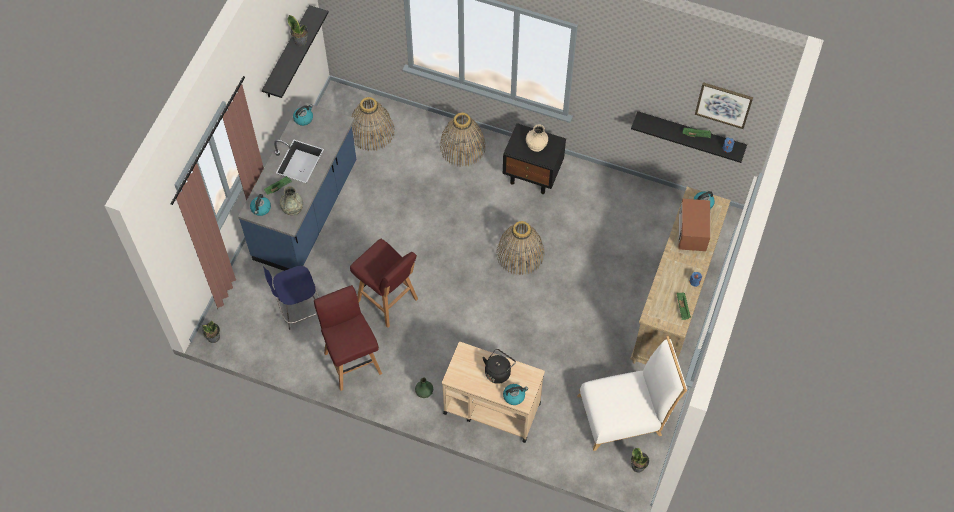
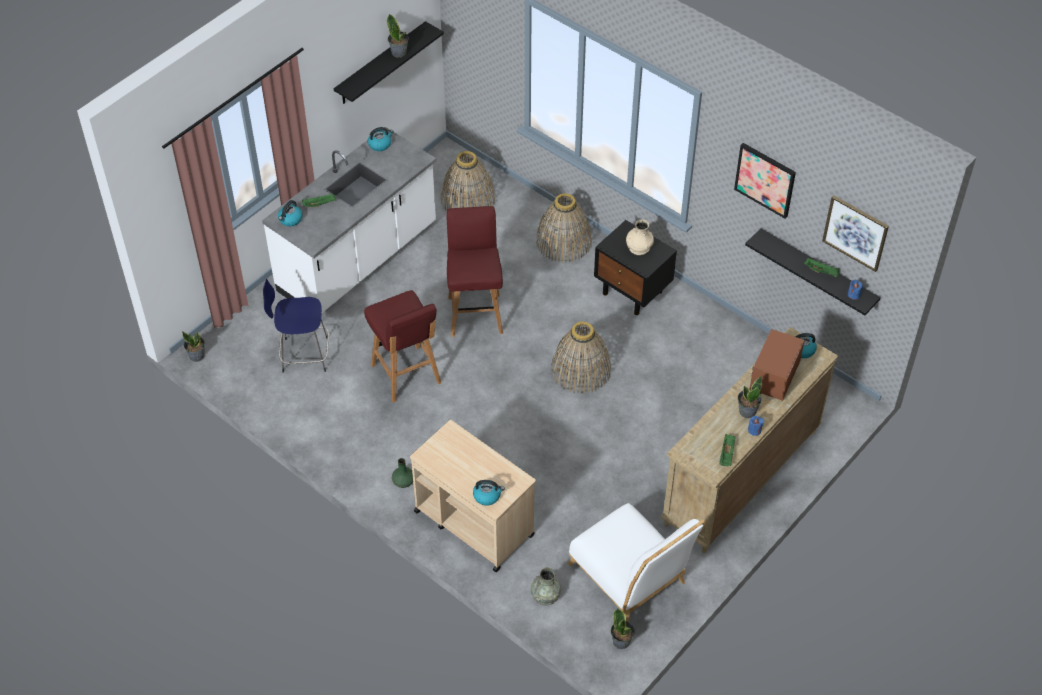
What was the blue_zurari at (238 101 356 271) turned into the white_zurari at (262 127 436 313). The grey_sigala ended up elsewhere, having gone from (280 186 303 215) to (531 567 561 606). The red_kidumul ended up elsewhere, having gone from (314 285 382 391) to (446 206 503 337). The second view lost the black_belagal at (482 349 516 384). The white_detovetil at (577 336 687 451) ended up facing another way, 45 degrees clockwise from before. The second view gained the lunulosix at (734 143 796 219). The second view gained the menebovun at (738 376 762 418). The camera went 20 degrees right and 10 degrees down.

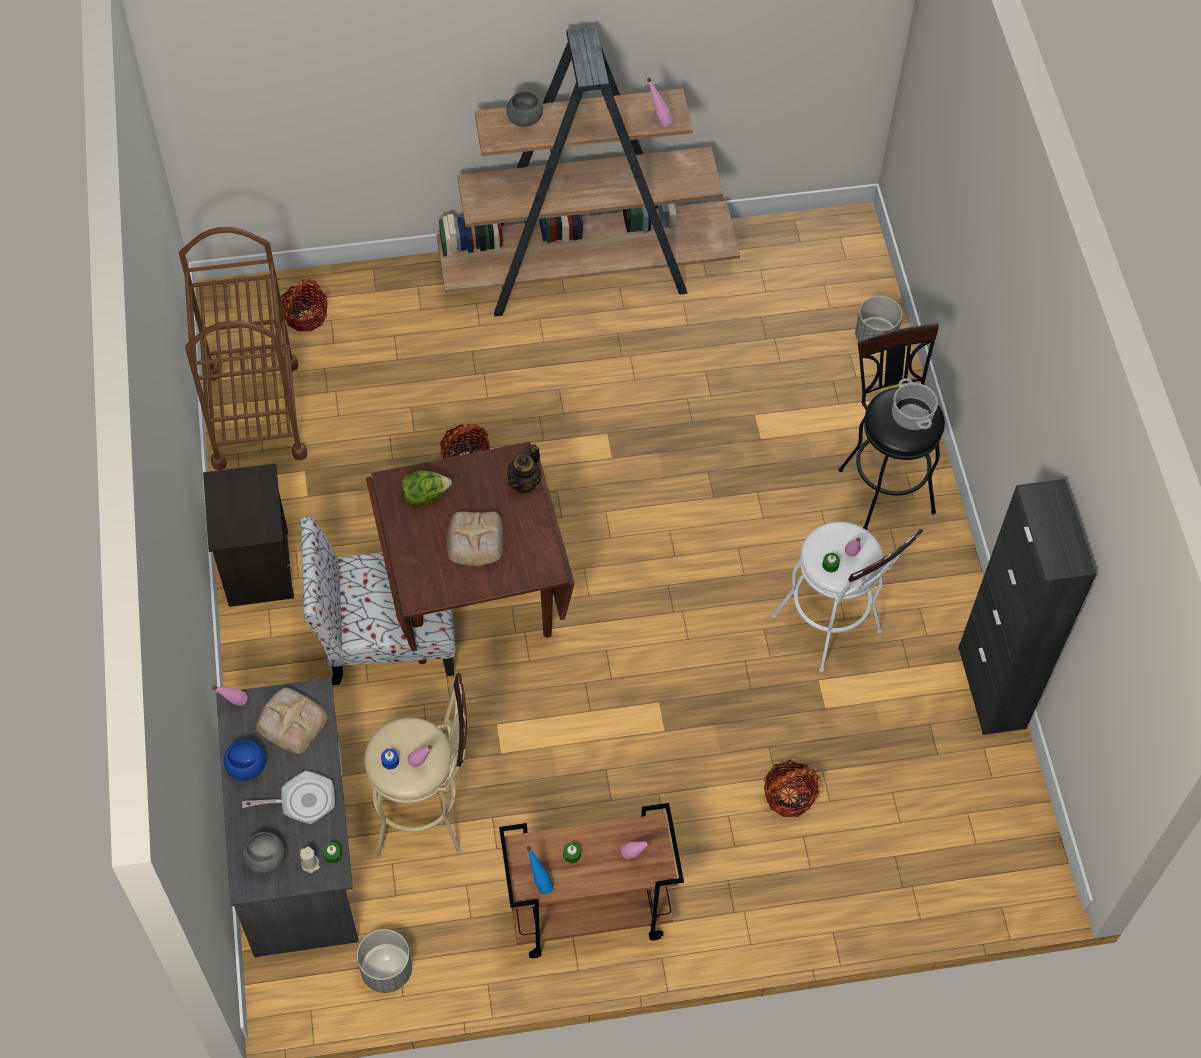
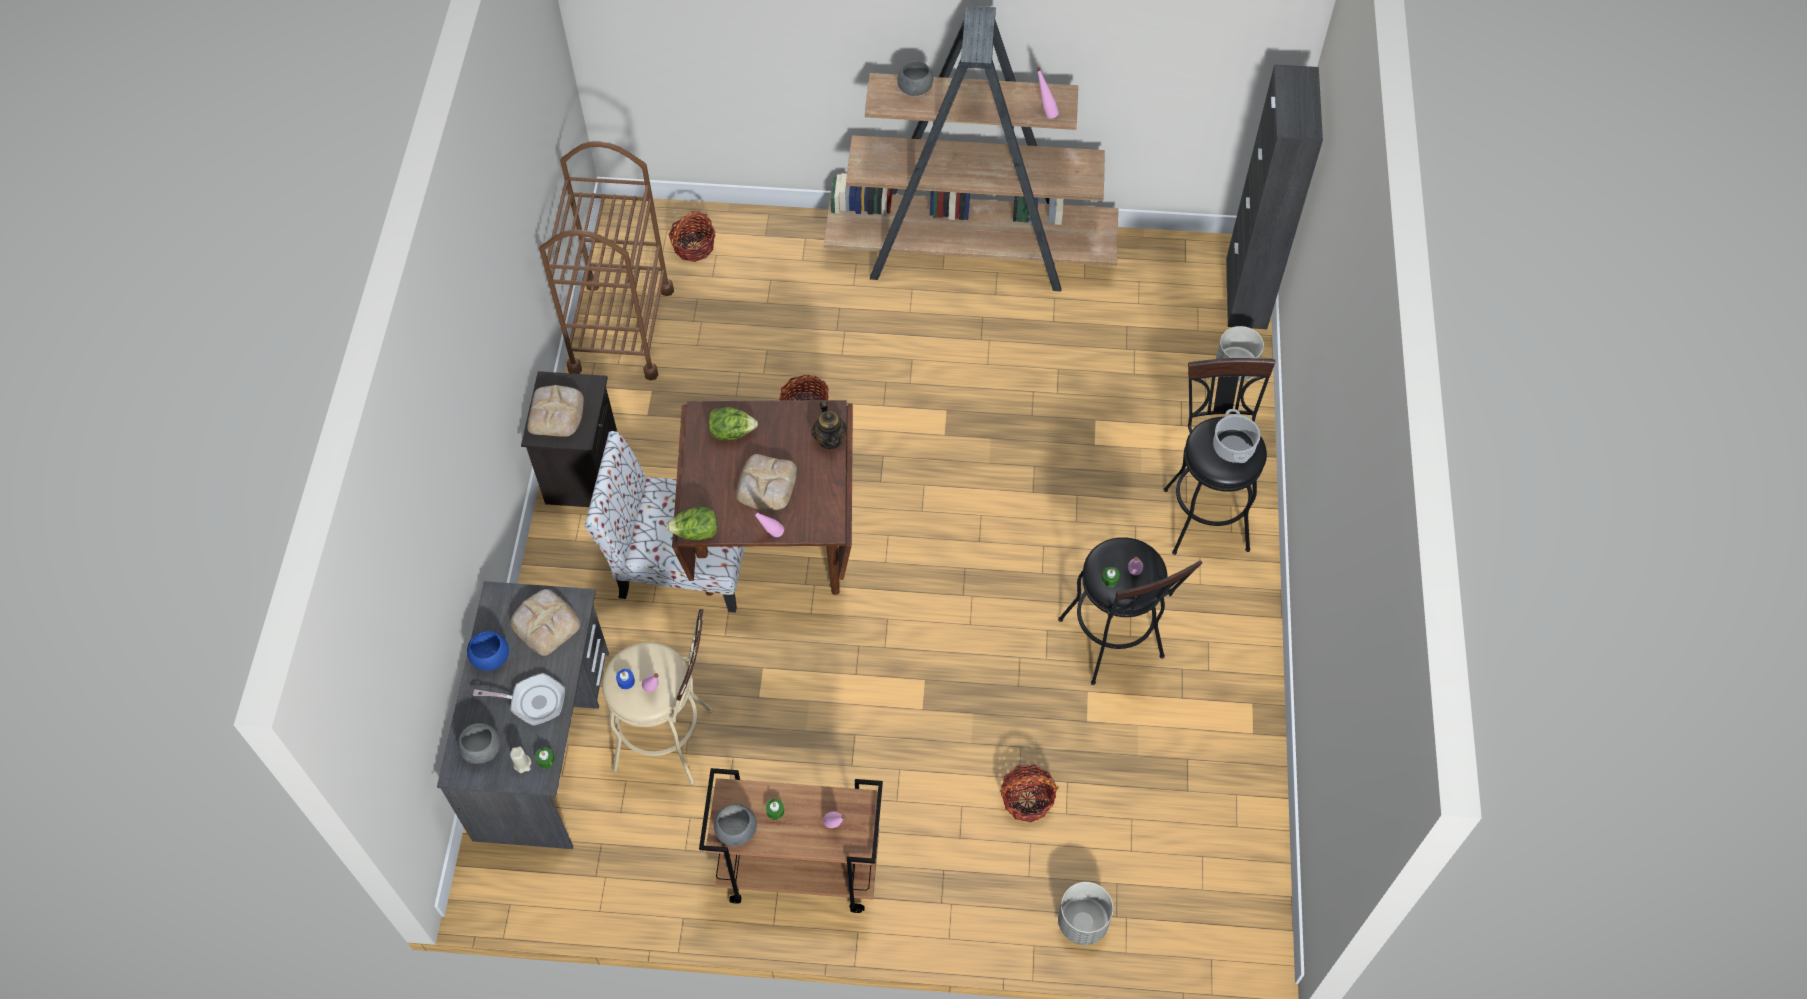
The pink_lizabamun ended up elsewhere, having gone from (212 685 248 706) to (752 510 784 537). The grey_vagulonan ended up elsewhere, having gone from (357 929 412 993) to (1058 882 1113 945). The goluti at (507 446 541 494) ended up facing another way, 60 degrees counterclockwise from before. Where the blue_lizabamun stood at (526 846 554 894), the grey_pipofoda came to stand at (714 804 757 846). What was the white_kidumul at (772 522 923 673) turned into the black_kidumul at (1058 537 1202 685). The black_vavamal ended up elsewhere, having gone from (958 479 1096 735) to (1226 65 1323 329). The second view gained the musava at (527 385 584 437). The second view gained the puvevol at (666 507 718 541). The camera went 15 degrees right and 0 degrees up.

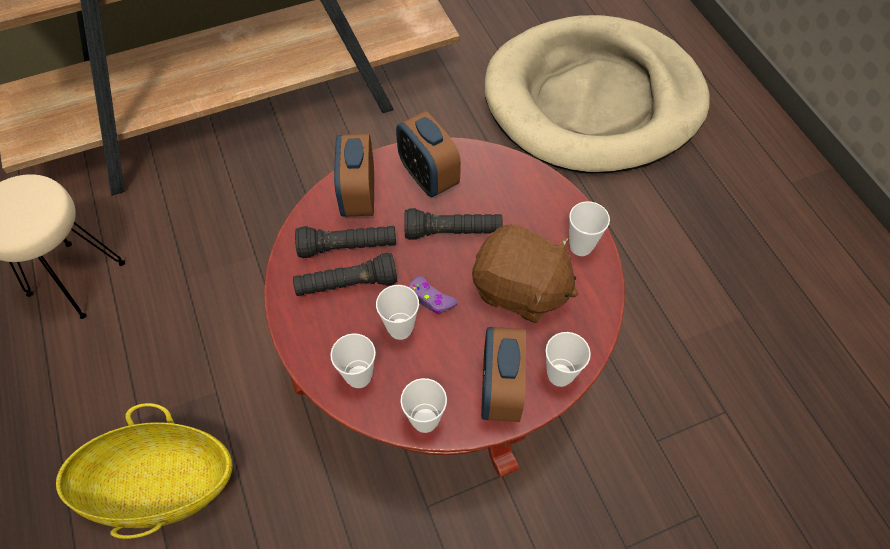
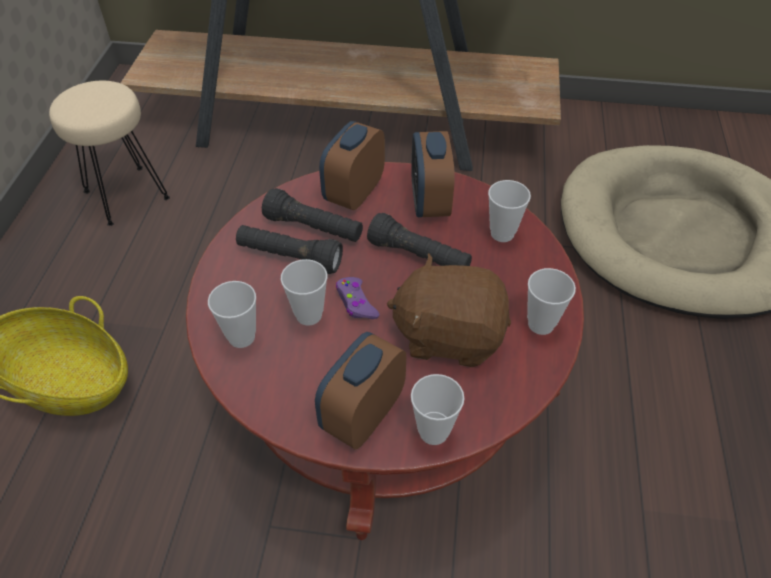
The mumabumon ended up elsewhere, having gone from (400 378 447 433) to (488 180 531 242). The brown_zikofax at (472 224 578 323) ended up facing another way, 135 degrees clockwise from before. The camera went 30 degrees right and 10 degrees down.

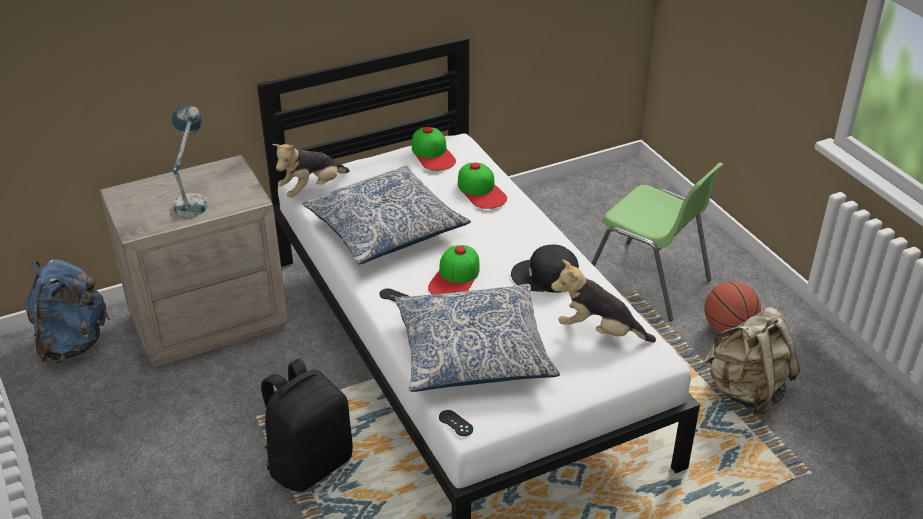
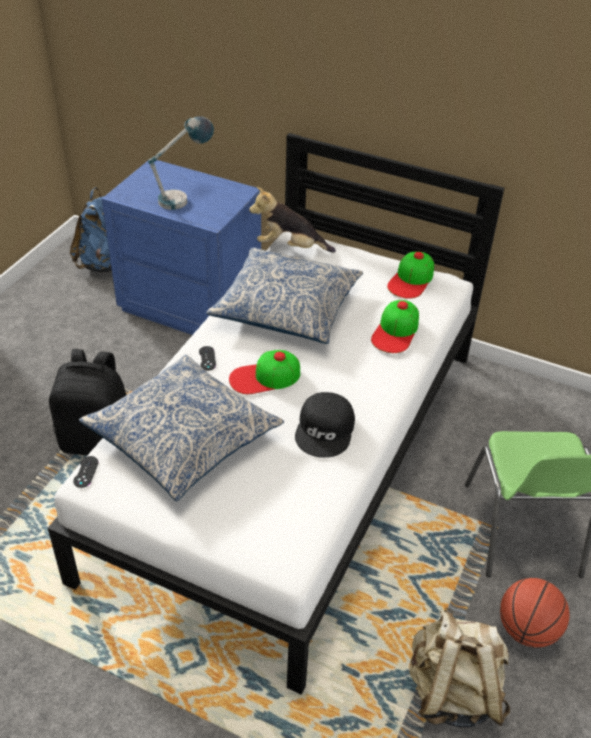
What was the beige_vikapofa at (100 155 288 368) turned into the blue_vikapofa at (102 158 261 335). The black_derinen at (511 245 579 293) ended up facing another way, 135 degrees counterclockwise from before. The second view lost the zikofax at (551 259 656 342). The camera went 50 degrees right and 5 degrees up.

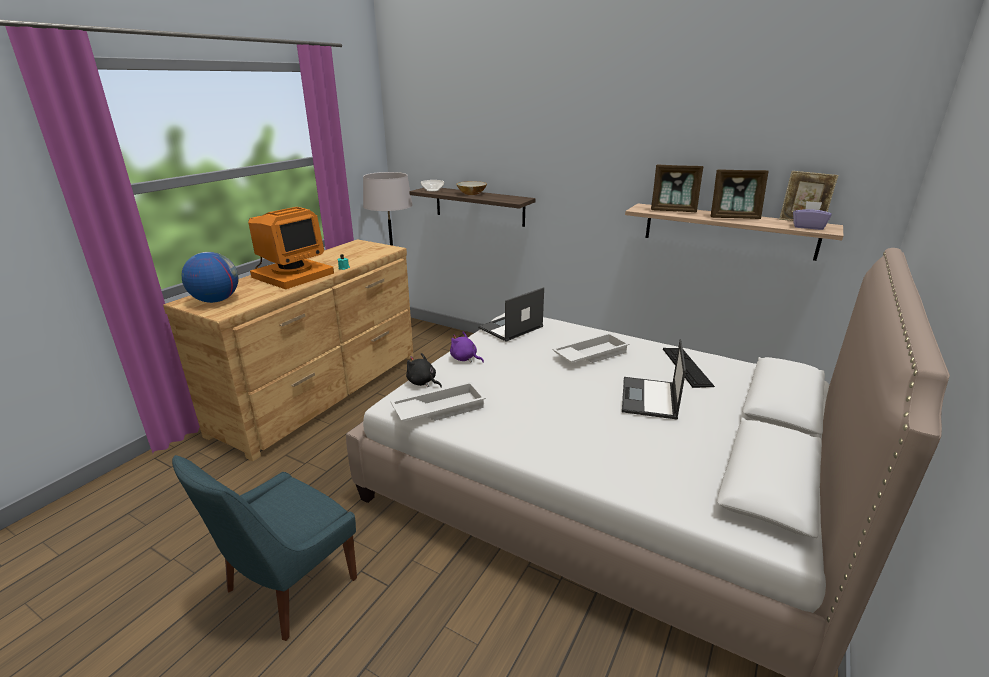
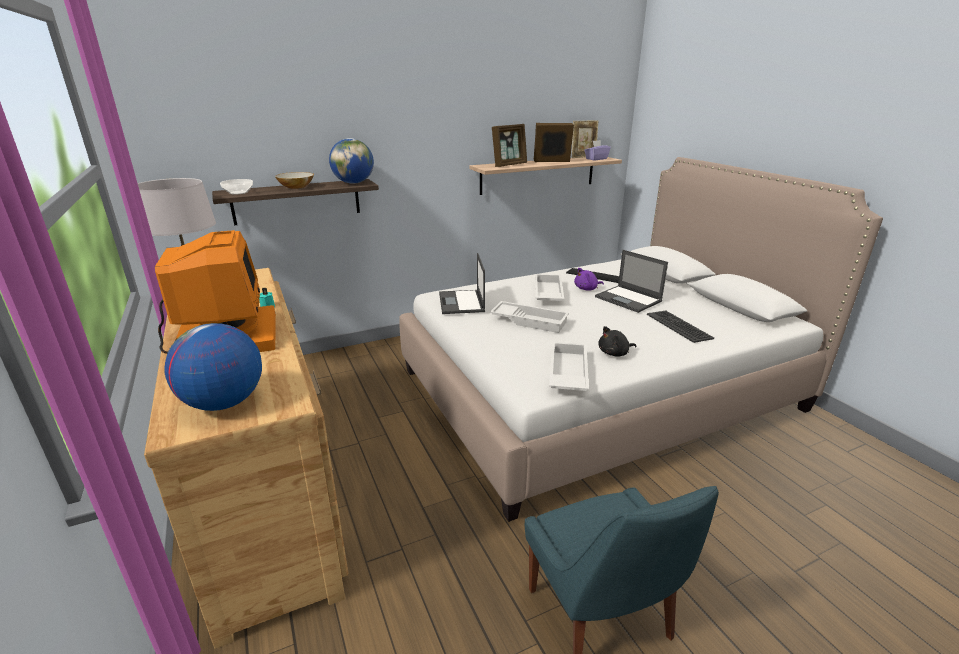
The black_zikofax ended up elsewhere, having gone from (406 353 442 388) to (598 326 637 357). The purple_zikofax ended up elsewhere, having gone from (450 332 484 363) to (574 268 604 291). The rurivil at (711 169 769 219) ended up facing another way, 135 degrees counterclockwise from before. The second view gained the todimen at (329 138 374 184). The second view gained the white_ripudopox at (490 301 569 333). The second view gained the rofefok at (647 311 714 343). The camera went 55 degrees left and 0 degrees up.

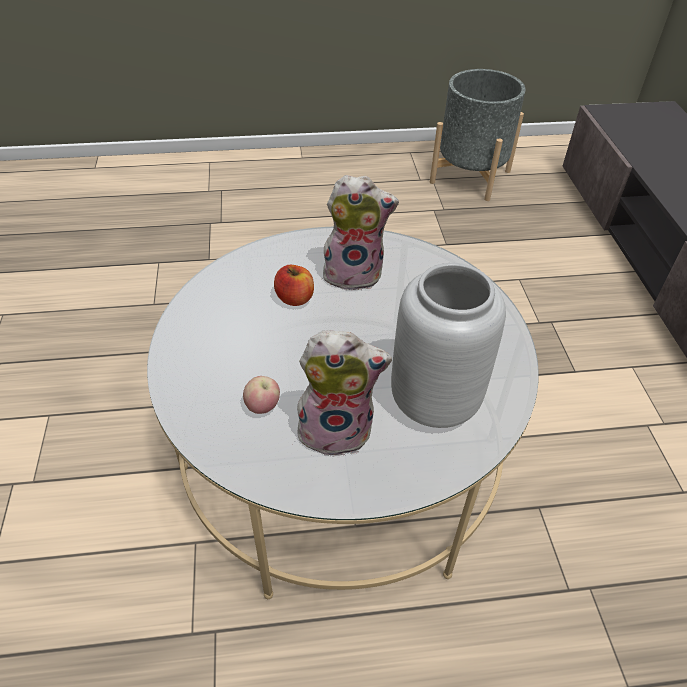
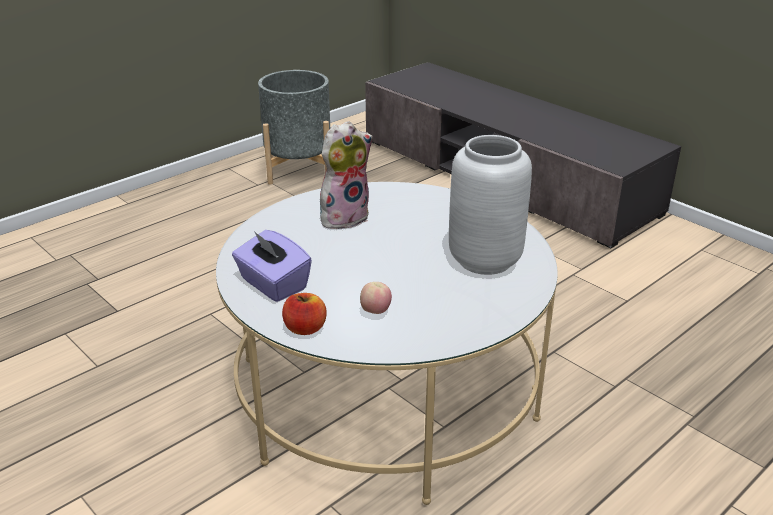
The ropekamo ended up elsewhere, having gone from (274 265 314 306) to (282 293 327 335). The second view lost the zikofax at (296 330 392 457). The second view gained the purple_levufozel at (232 230 312 302). The camera went 35 degrees left and 15 degrees down.

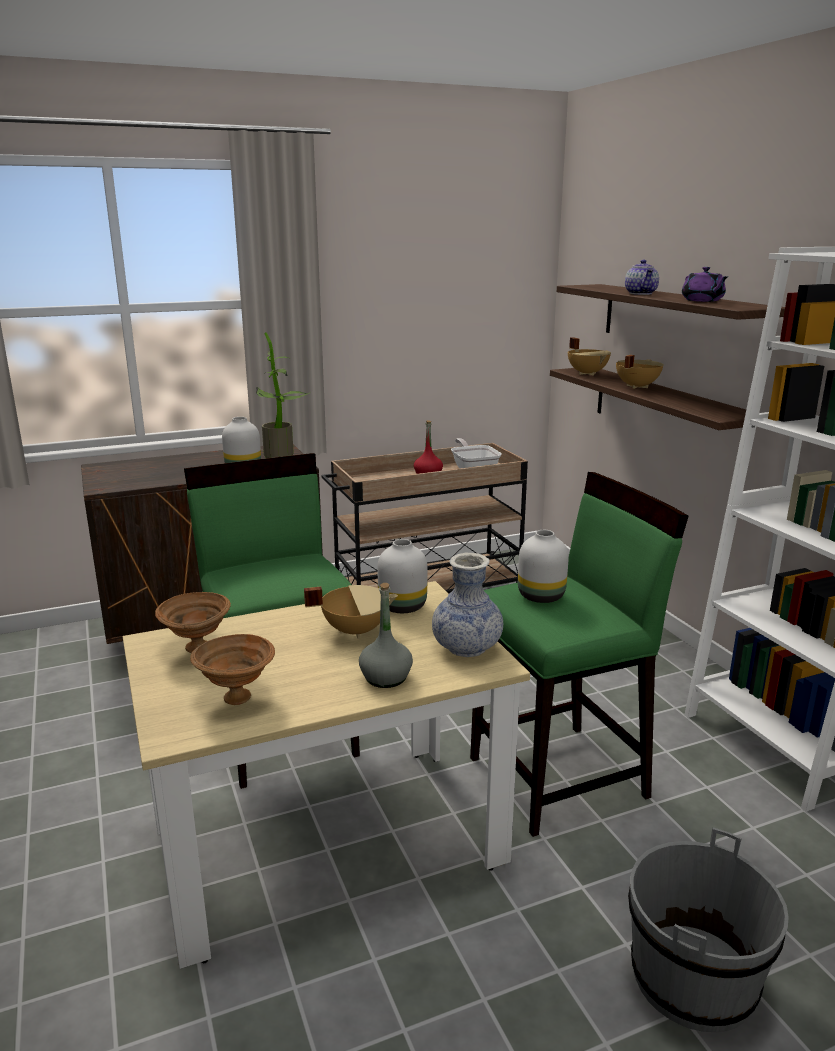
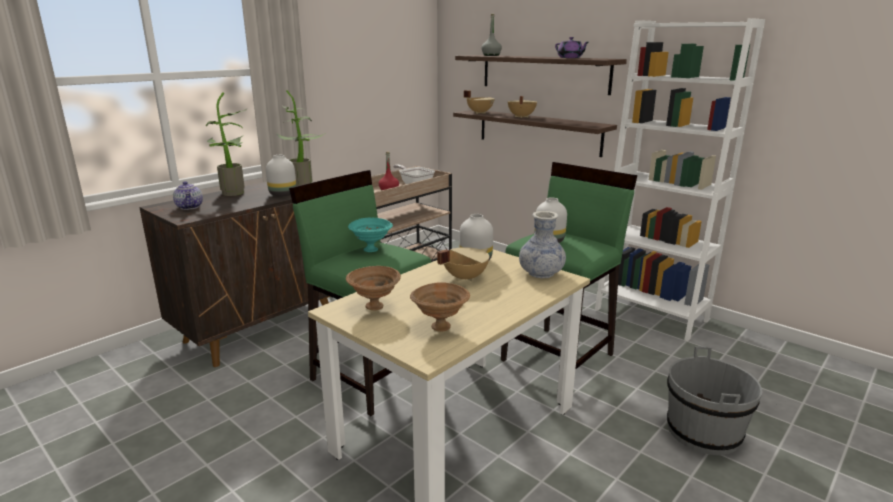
The grey_lizabamun ended up elsewhere, having gone from (359 583 413 688) to (481 14 502 56). The goluti ended up elsewhere, having gone from (625 260 659 295) to (173 181 203 210). The second view gained the menebovun at (206 92 247 196). The second view gained the turquoise_pipofoda at (348 218 393 252). The camera went 25 degrees left and 0 degrees up.

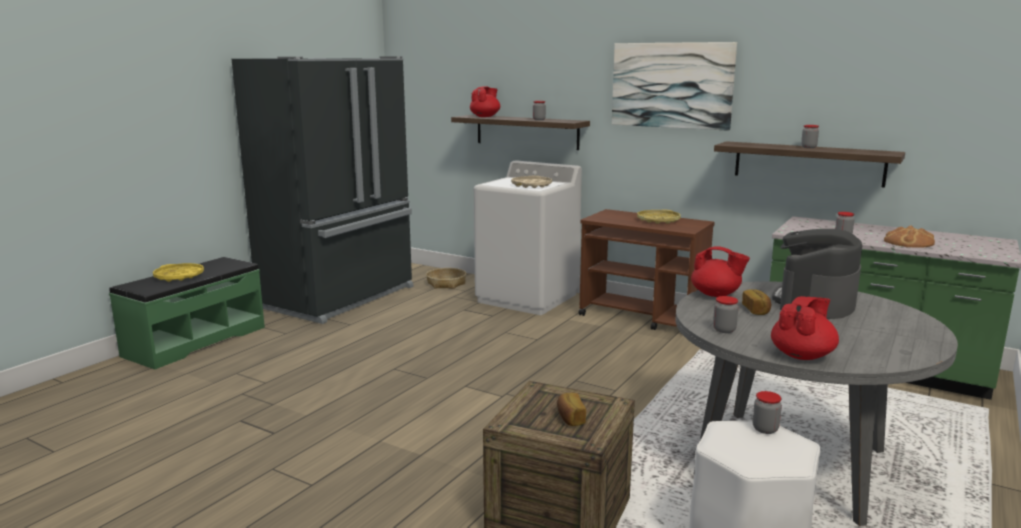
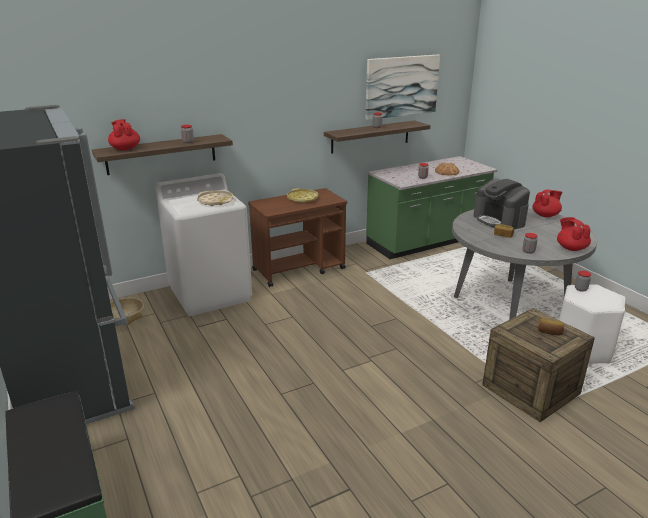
The second view lost the yellow_ripudopox at (153 263 204 282). The lunulosix ended up elsewhere, having gone from (612 42 737 131) to (365 55 440 120). The red_goluti ended up elsewhere, having gone from (691 246 750 297) to (532 189 562 217). The camera went 60 degrees left and 10 degrees up.

